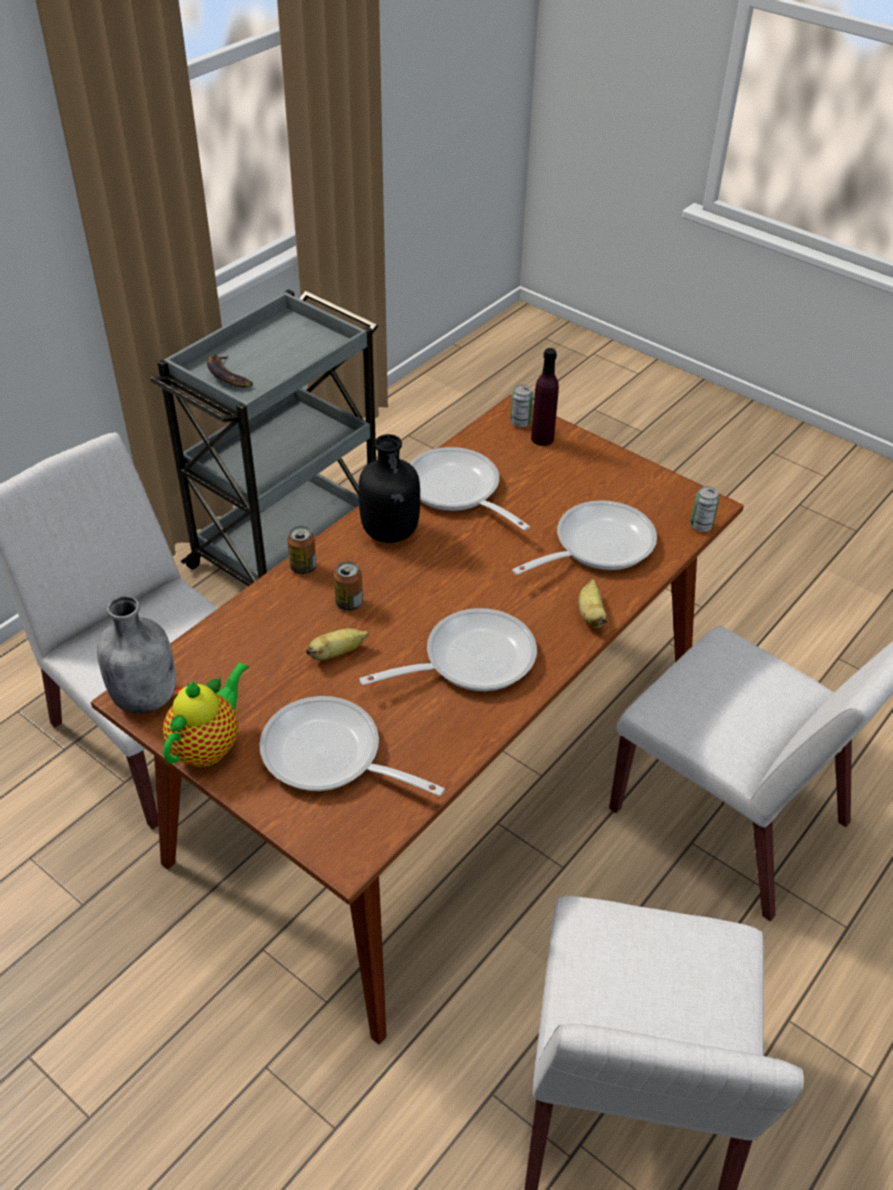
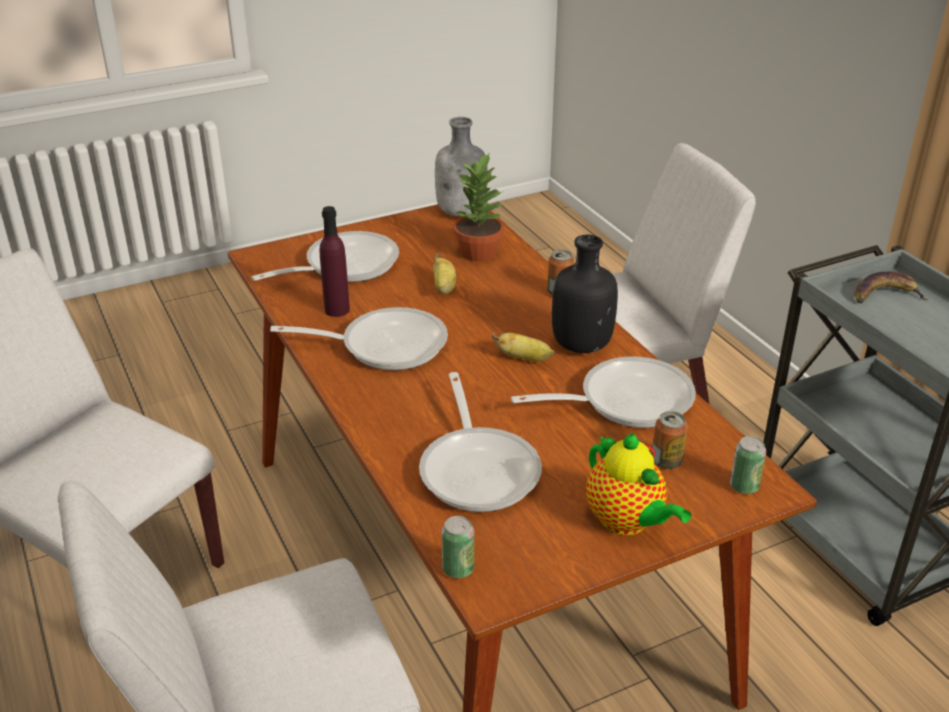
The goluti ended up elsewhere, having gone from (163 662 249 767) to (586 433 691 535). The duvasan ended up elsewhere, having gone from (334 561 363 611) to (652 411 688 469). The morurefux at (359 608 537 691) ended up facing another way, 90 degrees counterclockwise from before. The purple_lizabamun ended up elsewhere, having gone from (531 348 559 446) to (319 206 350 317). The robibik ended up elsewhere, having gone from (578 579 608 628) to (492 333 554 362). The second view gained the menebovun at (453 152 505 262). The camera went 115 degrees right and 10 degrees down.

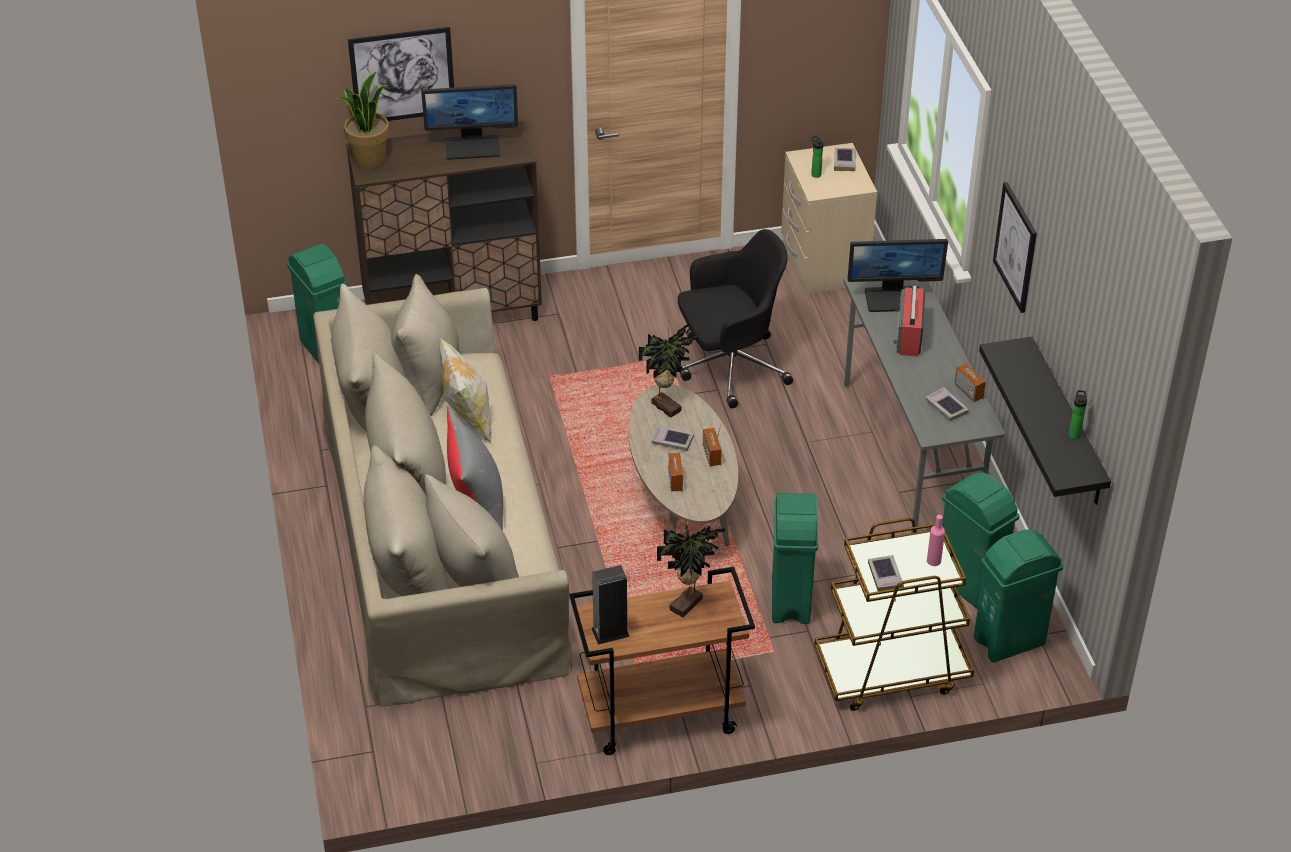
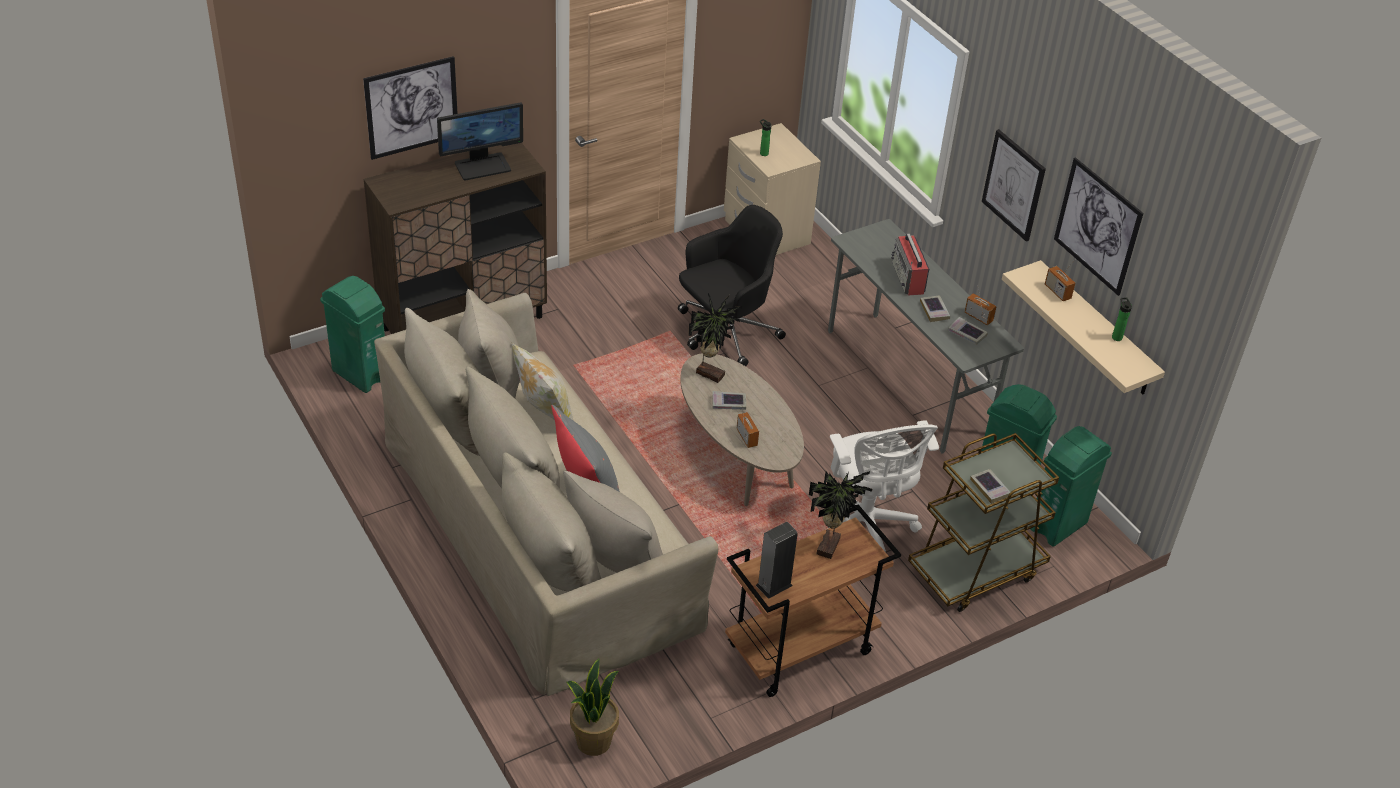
The menebovun ended up elsewhere, having gone from (336 72 389 169) to (567 658 619 756). The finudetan ended up elsewhere, having gone from (703 426 722 466) to (1045 262 1075 301). Where the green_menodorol stood at (772 493 818 624), the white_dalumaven came to stand at (827 420 939 552). The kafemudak ended up elsewhere, having gone from (834 148 856 171) to (920 295 950 322). The second view lost the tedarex at (848 239 948 312). The second view lost the pink_lizabamun at (927 515 945 566). What was the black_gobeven at (979 337 1111 505) turned into the beige_gobeven at (1002 260 1165 394). The second view gained the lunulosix at (1054 157 1144 296). The camera went 20 degrees left and 0 degrees up.

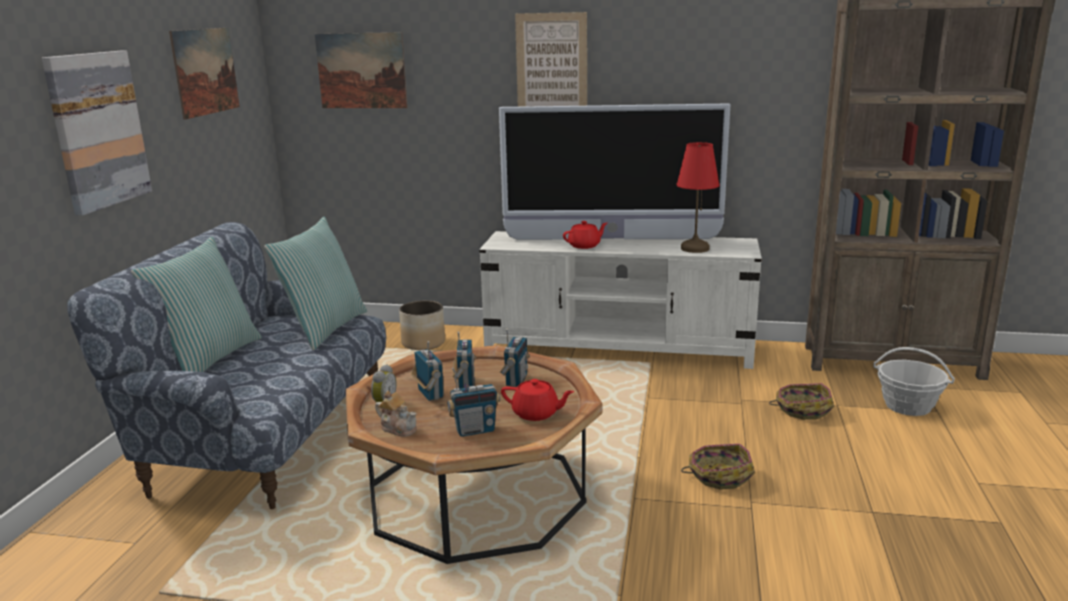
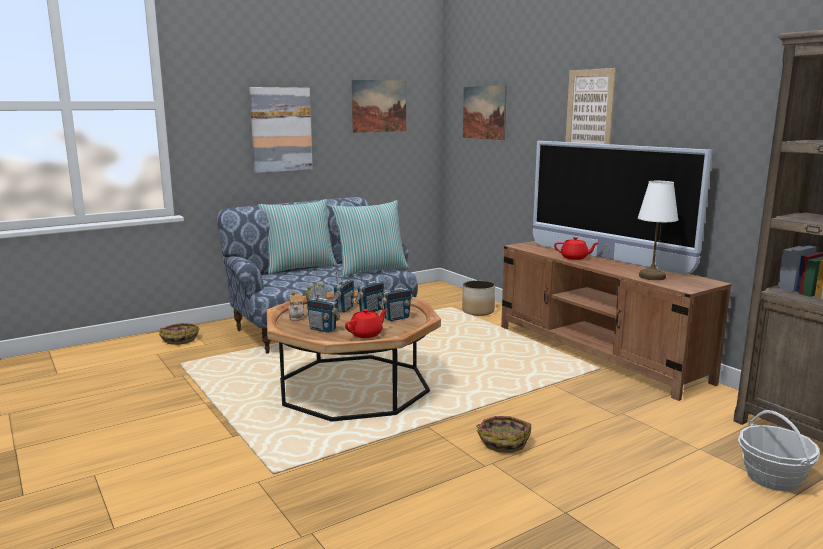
What was the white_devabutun at (479 231 762 369) turned into the brown_devabutun at (501 241 731 401). The red_goluti at (501 379 574 421) ended up facing another way, 105 degrees counterclockwise from before. What was the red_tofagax at (677 142 719 253) turned into the white_tofagax at (638 181 678 280). The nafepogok ended up elsewhere, having gone from (769 383 834 420) to (159 323 199 345). The camera went 45 degrees right and 5 degrees down.

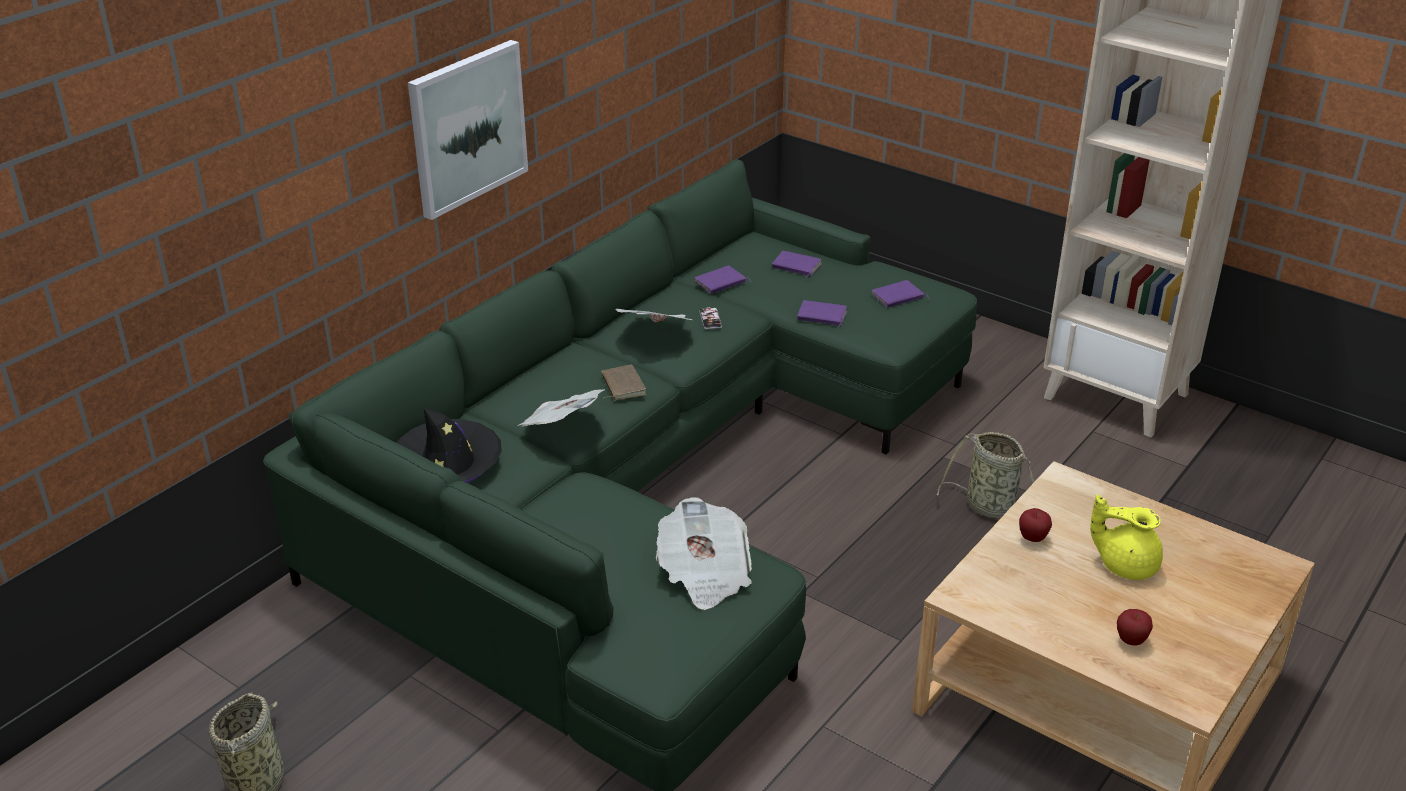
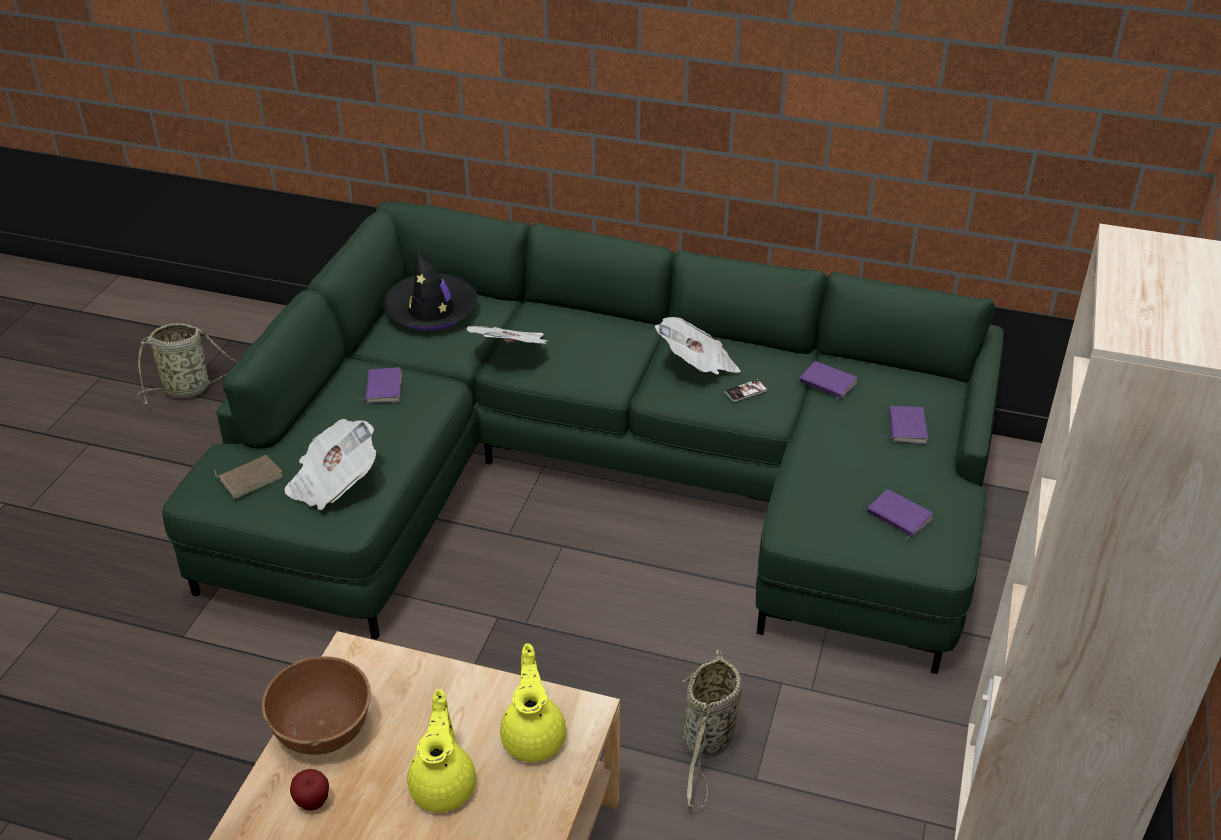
The second view lost the lunulosix at (408 40 528 220). The brown_kafemudak ended up elsewhere, having gone from (601 365 646 401) to (214 455 283 499). The purple_kafemudak ended up elsewhere, having gone from (797 300 847 328) to (354 367 402 403). The second view lost the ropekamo at (1019 508 1052 542). The second view gained the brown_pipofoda at (262 656 371 755). The second view gained the yellow_goluti at (500 643 566 762). The camera went 70 degrees right and 5 degrees up.

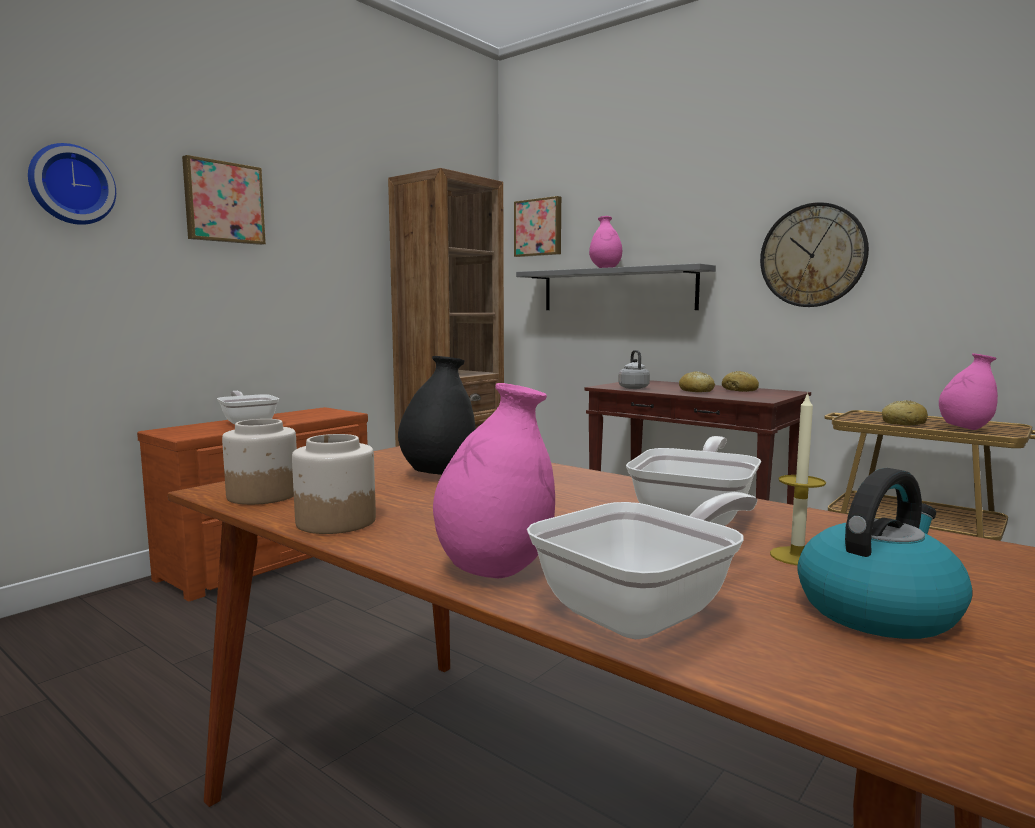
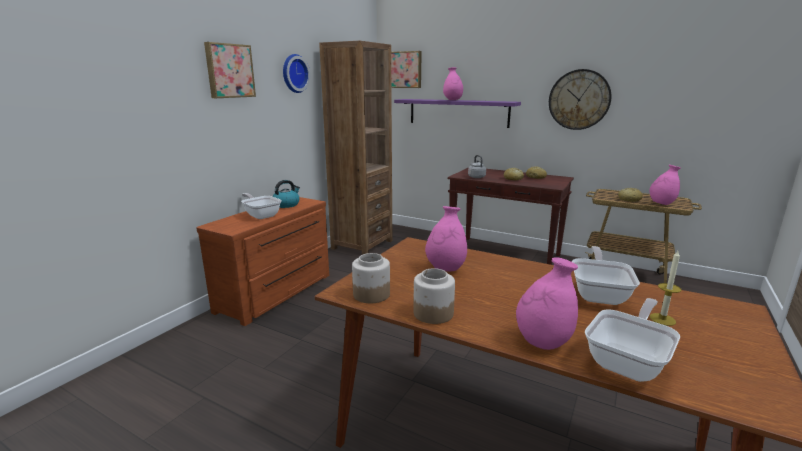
The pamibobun ended up elsewhere, having gone from (28 143 116 225) to (283 54 310 93). What was the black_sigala at (398 356 476 475) turned into the pink_sigala at (425 206 467 271). What was the grey_gobeven at (516 263 716 310) turned into the purple_gobeven at (394 99 521 128). The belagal ended up elsewhere, having gone from (797 468 972 639) to (273 180 300 208). The camera went 10 degrees left and 10 degrees up.

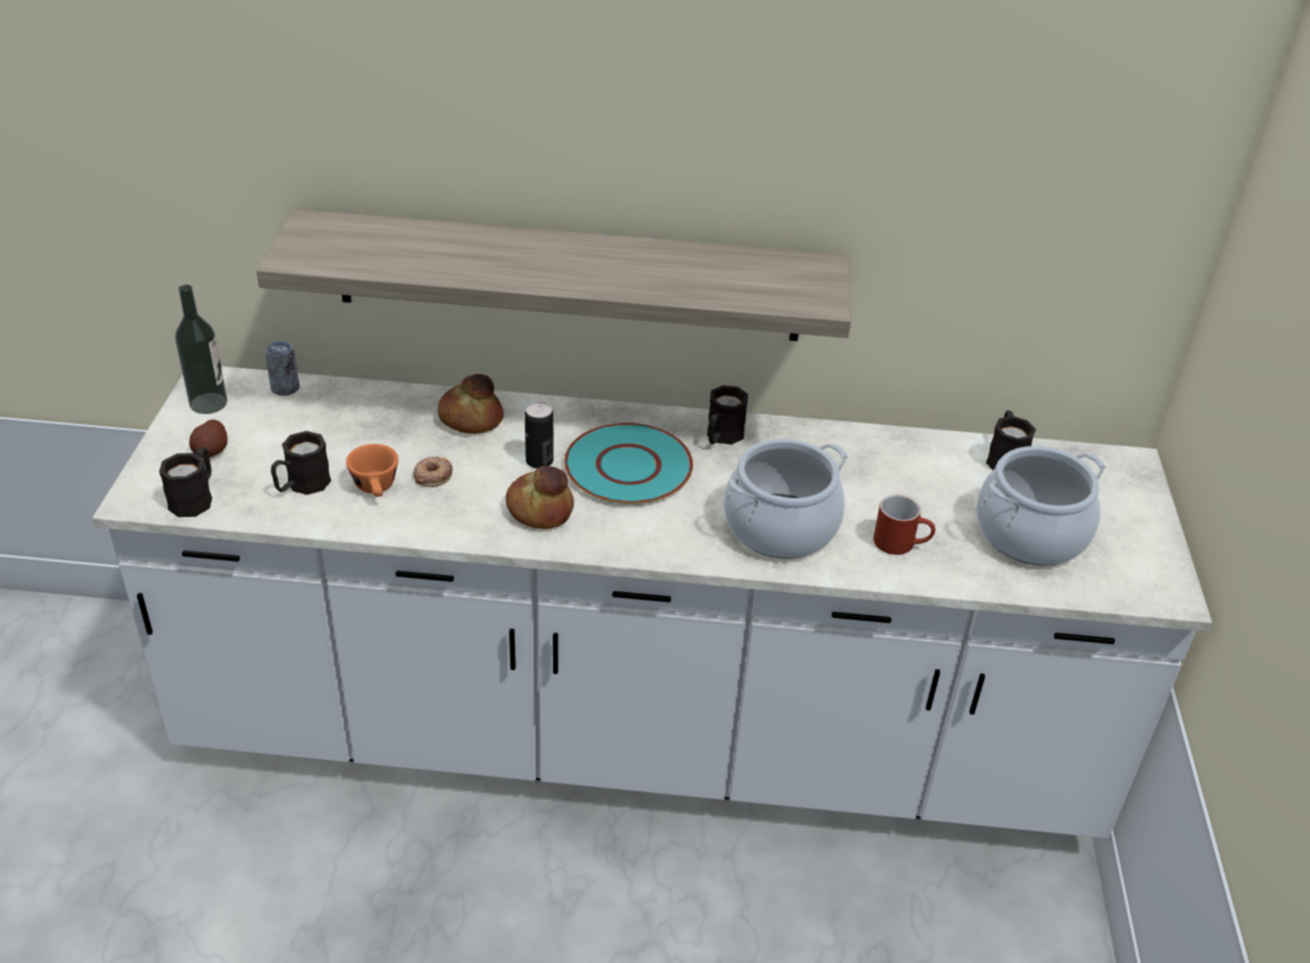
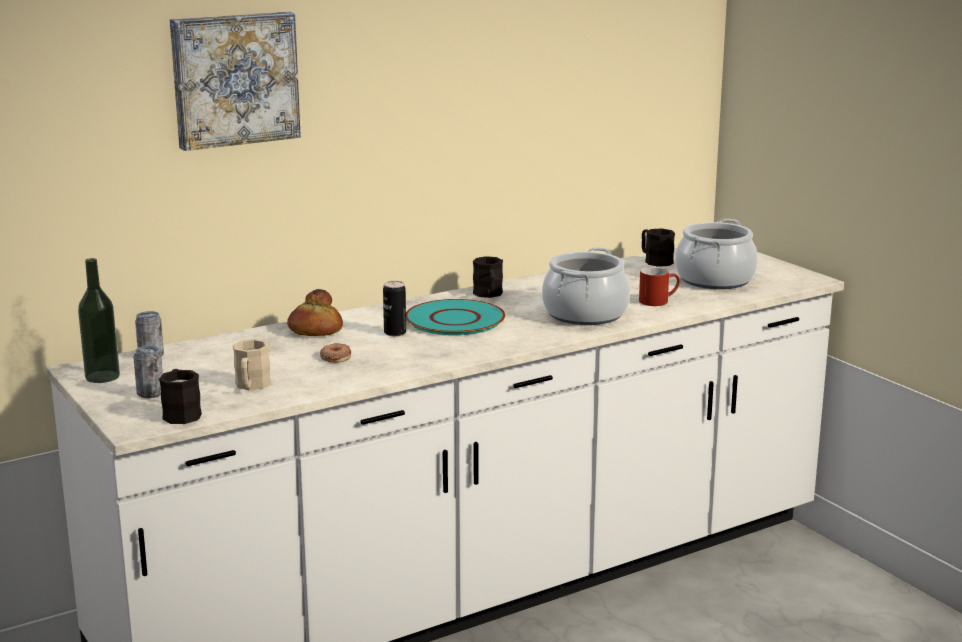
Where the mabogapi stood at (189 420 228 459), the duvasan came to stand at (133 346 163 398). The second view lost the gobeven at (256 209 851 341). What was the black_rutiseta at (271 431 331 495) turned into the beige_rutiseta at (233 339 271 390). The second view lost the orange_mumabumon at (346 444 398 497). The second view lost the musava at (506 466 574 529). The second view gained the lunulosix at (170 12 301 151). The camera went 35 degrees left and 20 degrees down.

